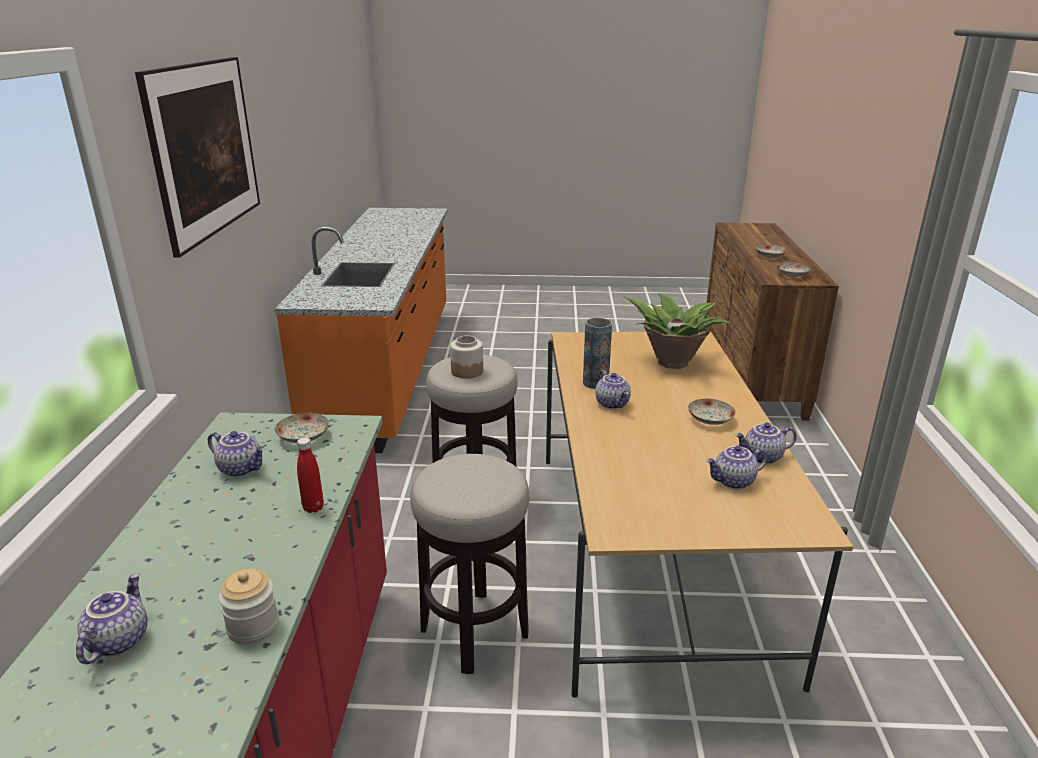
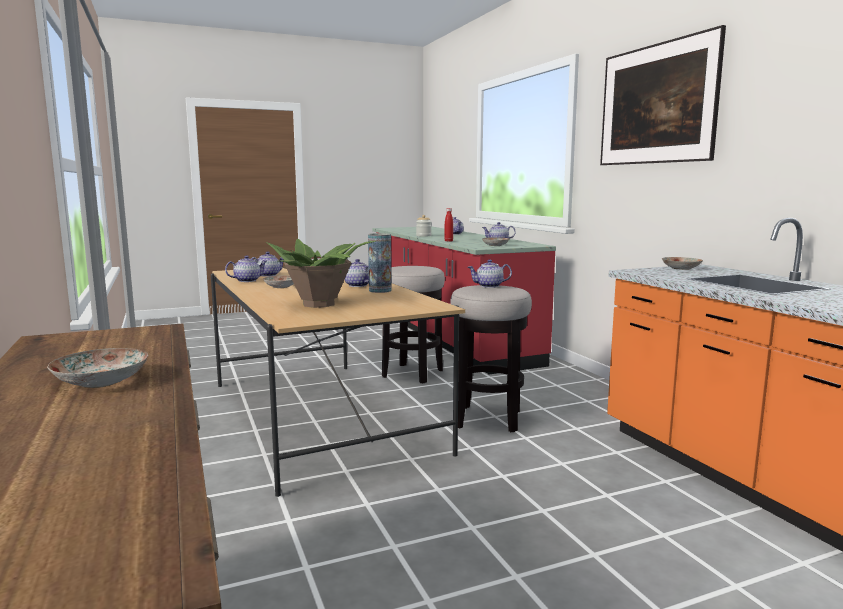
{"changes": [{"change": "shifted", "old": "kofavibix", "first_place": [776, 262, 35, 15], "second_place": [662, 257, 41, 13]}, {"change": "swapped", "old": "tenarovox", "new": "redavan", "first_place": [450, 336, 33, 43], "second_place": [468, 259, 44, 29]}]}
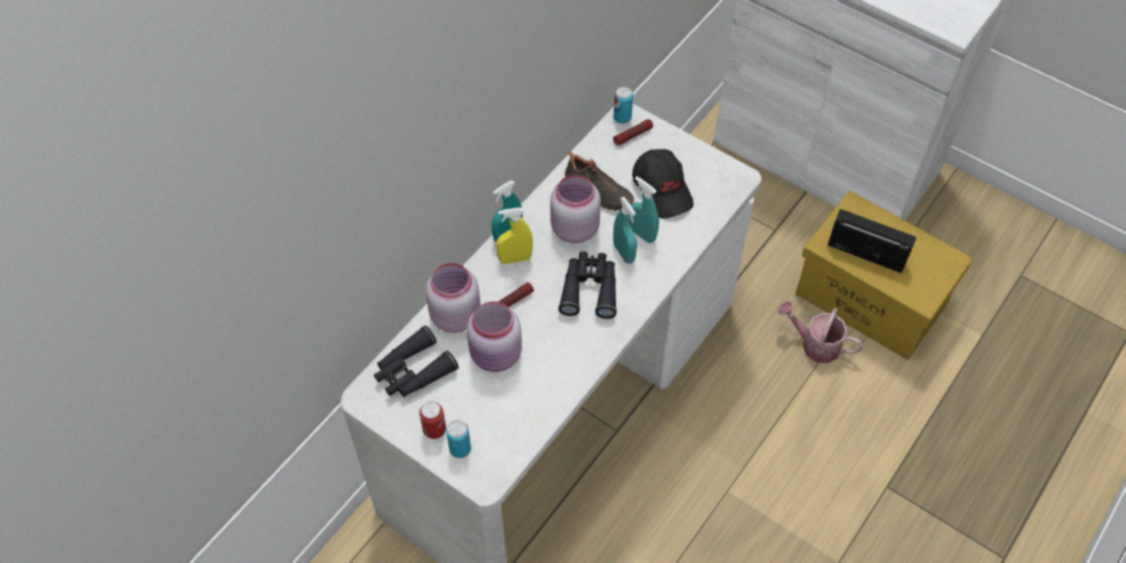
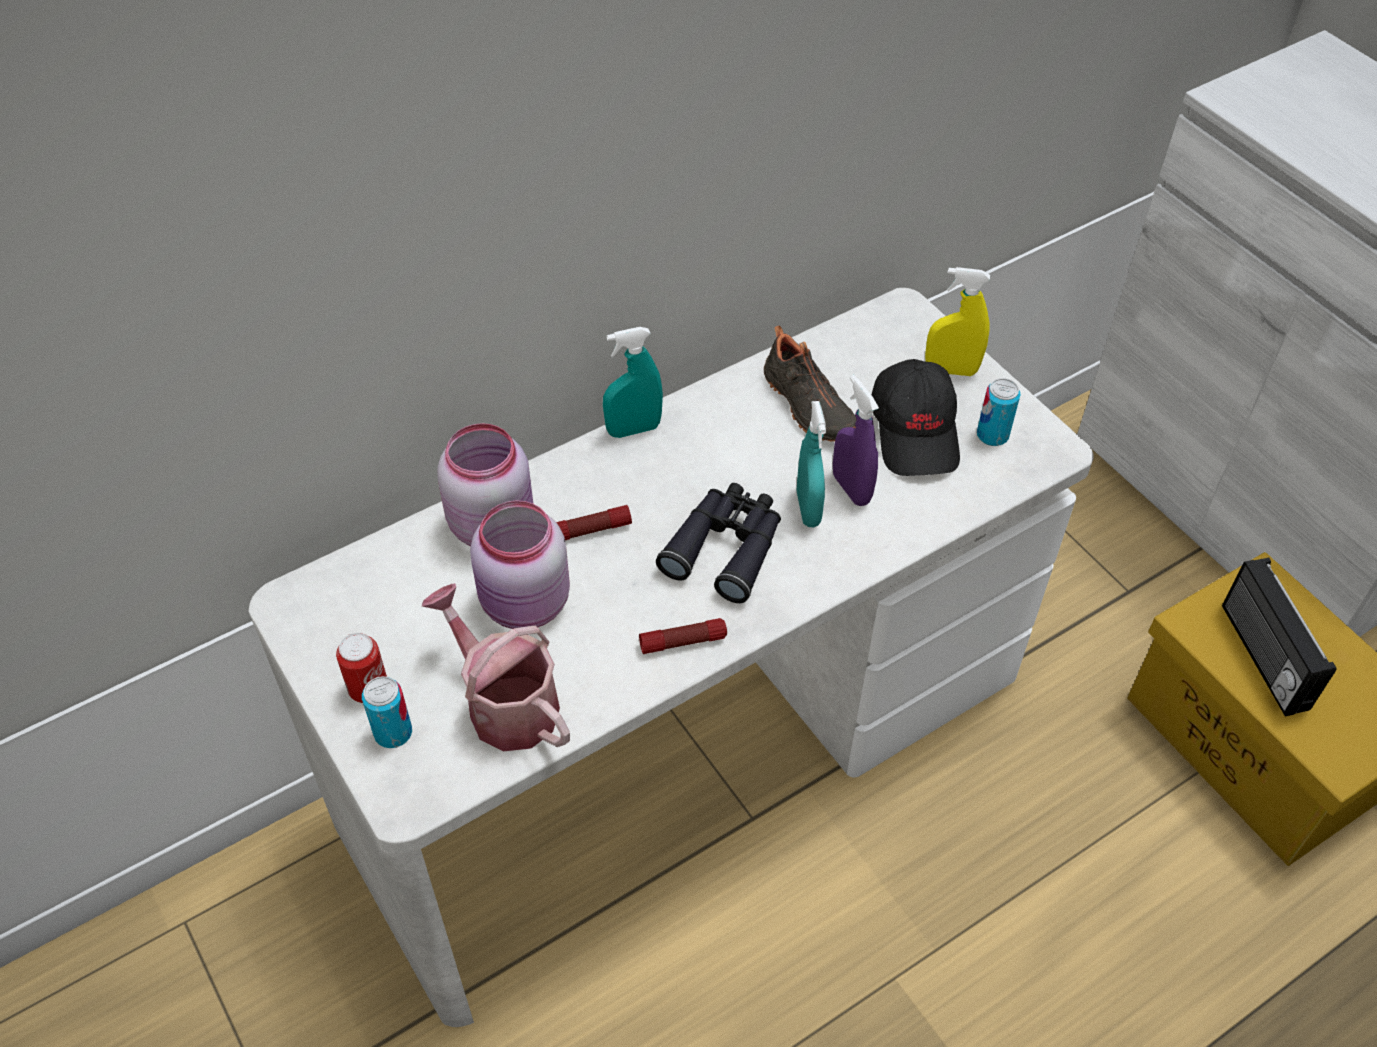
{"changes": [{"change": "gone", "old": "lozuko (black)", "first_place": [374, 325, 85, 72]}, {"change": "gone", "old": "tenarovox (pink)", "first_place": [550, 174, 51, 69]}, {"change": "shifted", "old": "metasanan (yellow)", "first_place": [496, 207, 37, 57], "second_place": [925, 267, 65, 109]}, {"change": "shifted", "old": "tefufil", "first_place": [613, 119, 40, 27], "second_place": [639, 618, 88, 36]}, {"change": "shifted", "old": "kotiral", "first_place": [614, 86, 19, 38], "second_place": [977, 378, 44, 68]}, {"change": "shifted", "old": "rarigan", "first_place": [777, 301, 87, 62], "second_place": [422, 583, 148, 168]}, {"change": "repainted", "old": "metasanan (turquoise)", "new": "metasanan (purple)", "first_place": [629, 176, 30, 67], "second_place": [833, 375, 46, 131]}, {"change": "rotated", "old": "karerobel", "first_place": [828, 209, 88, 64], "second_place": [1222, 558, 114, 158], "degrees": -150}]}
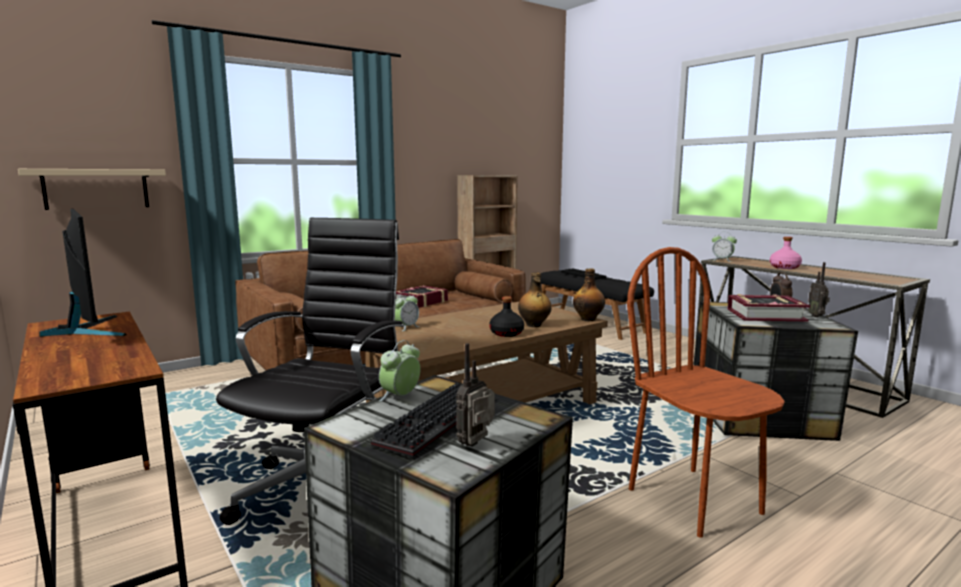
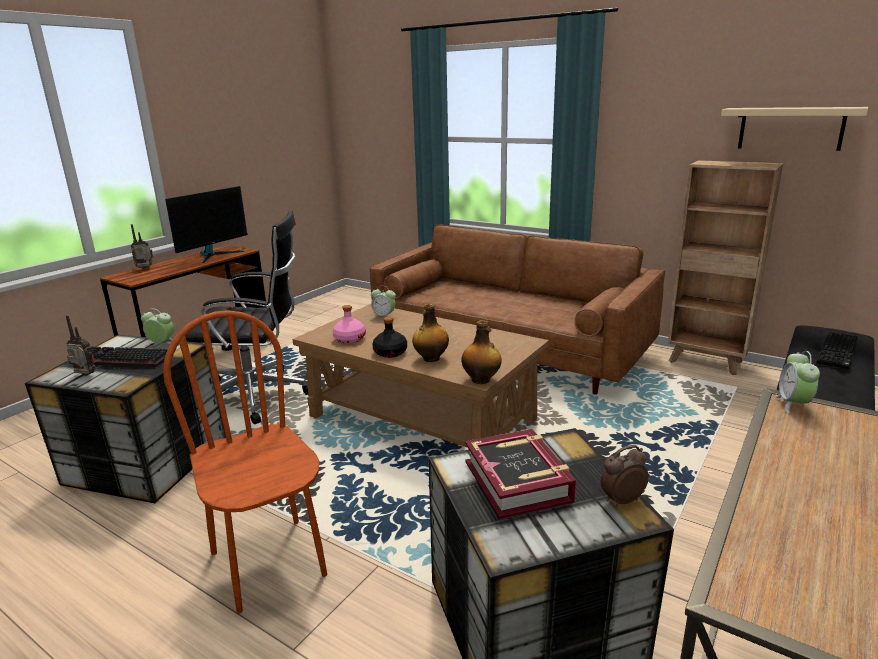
{"changes": [{"change": "gone", "old": "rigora", "first_place": [396, 285, 52, 23]}, {"change": "shifted", "old": "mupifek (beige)", "first_place": [18, 169, 148, 41], "second_place": [721, 107, 147, 44]}, {"change": "shifted", "old": "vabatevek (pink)", "first_place": [770, 237, 32, 32], "second_place": [333, 305, 33, 39]}, {"change": "shifted", "old": "karerobel", "first_place": [808, 262, 22, 55], "second_place": [131, 224, 23, 45]}, {"change": "rotated", "old": "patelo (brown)", "first_place": [627, 247, 158, 291], "second_place": [163, 310, 164, 304], "degrees": -75}]}
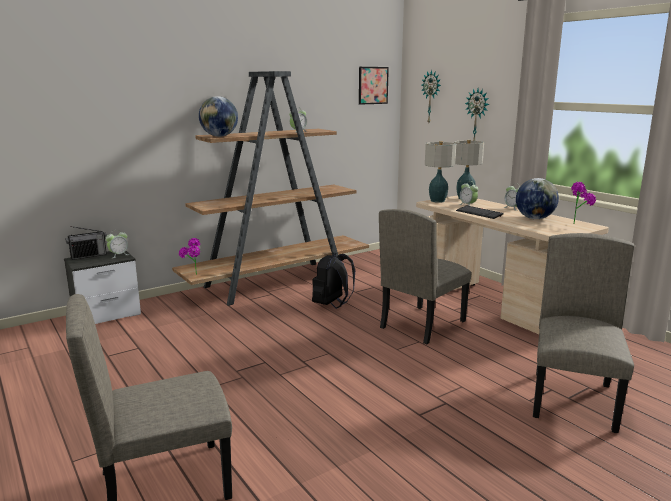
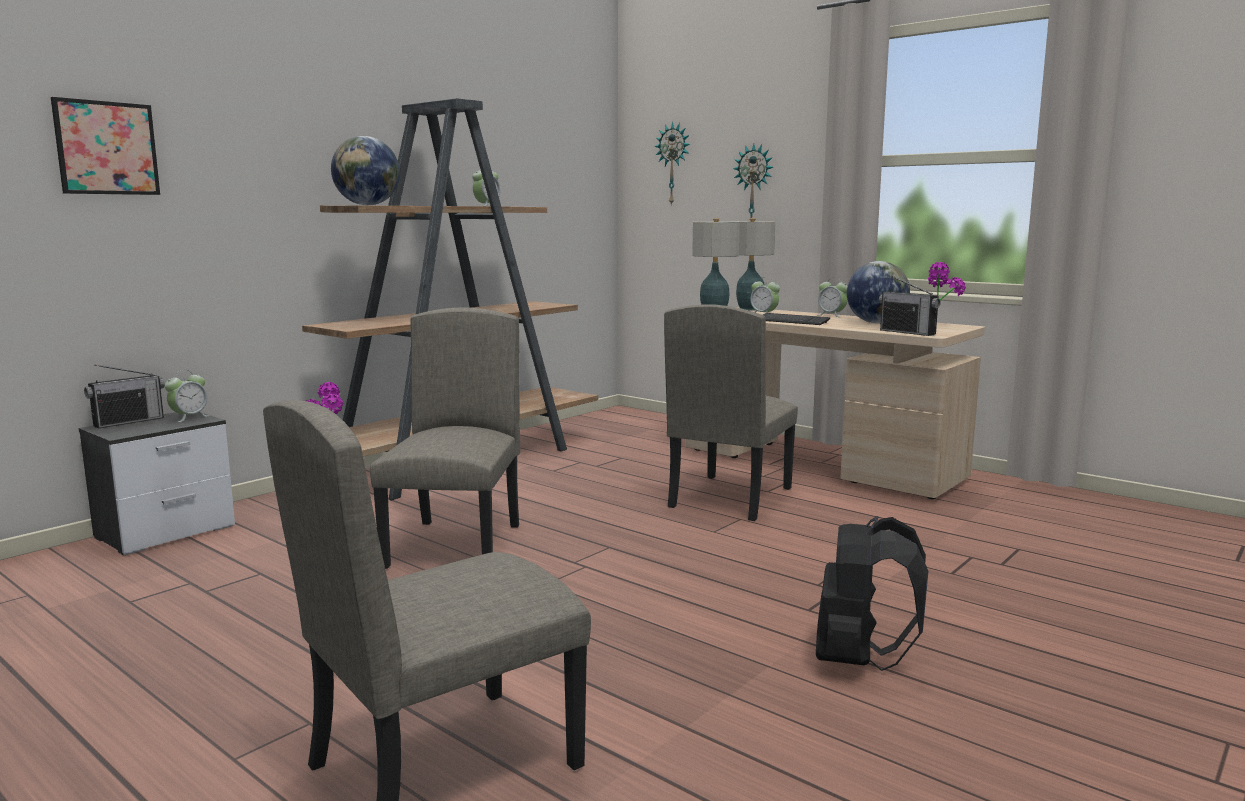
{"changes": [{"change": "new", "new": "karerobel", "second_place": [879, 276, 62, 60]}, {"change": "shifted", "old": "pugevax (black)", "first_place": [312, 253, 43, 56], "second_place": [816, 516, 112, 155]}, {"change": "shifted", "old": "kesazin", "first_place": [359, 67, 30, 38], "second_place": [51, 97, 109, 98]}, {"change": "shifted", "old": "patelo (beige)", "first_place": [533, 233, 101, 200], "second_place": [370, 307, 150, 262]}]}
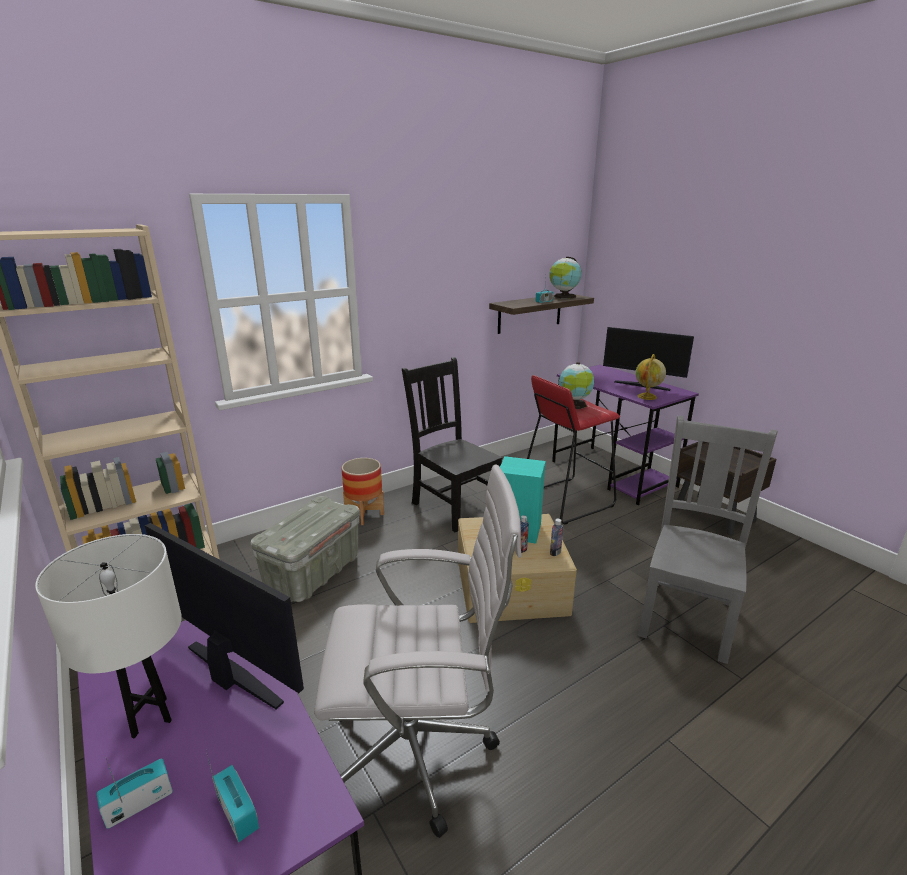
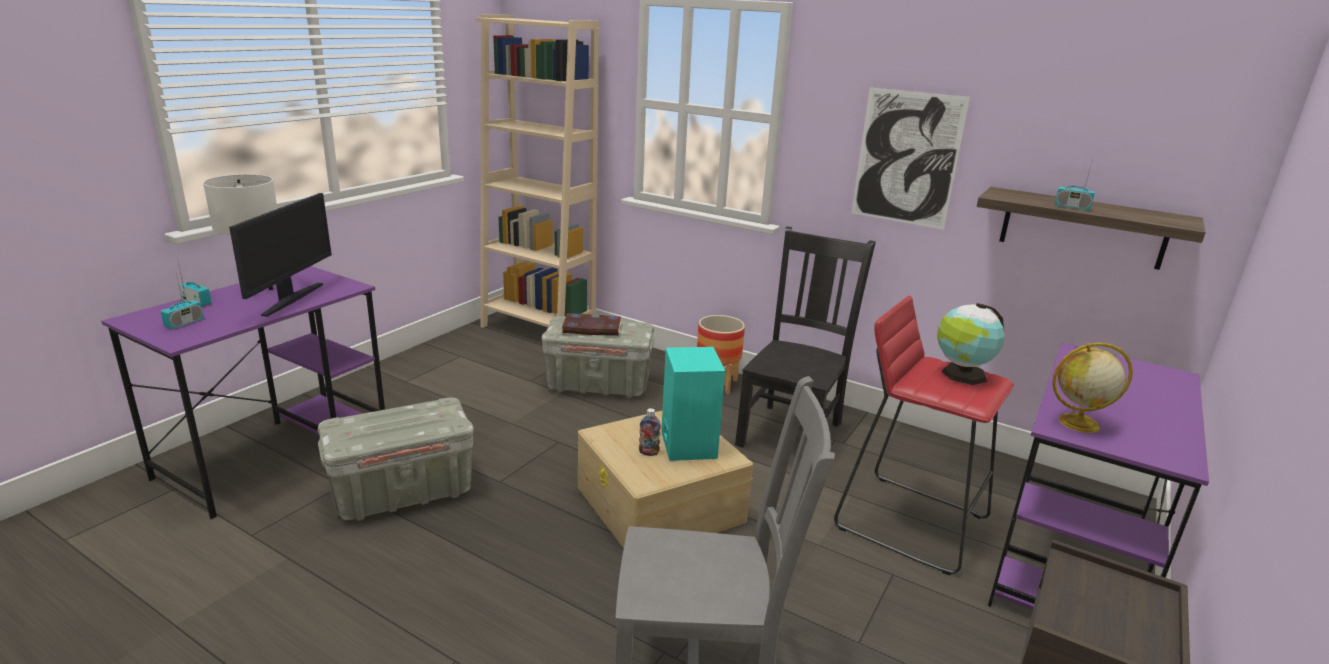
{"changes": [{"change": "gone", "old": "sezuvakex", "first_place": [549, 257, 33, 42]}, {"change": "gone", "old": "vabatevek", "first_place": [550, 519, 13, 37]}, {"change": "gone", "old": "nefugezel", "first_place": [603, 327, 91, 64]}, {"change": "new", "new": "rigora", "second_place": [561, 313, 61, 23]}, {"change": "new", "new": "kesazin", "second_place": [852, 87, 118, 143]}, {"change": "swapped", "old": "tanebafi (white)", "new": "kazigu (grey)", "first_place": [314, 465, 208, 373], "second_place": [318, 398, 156, 123]}]}
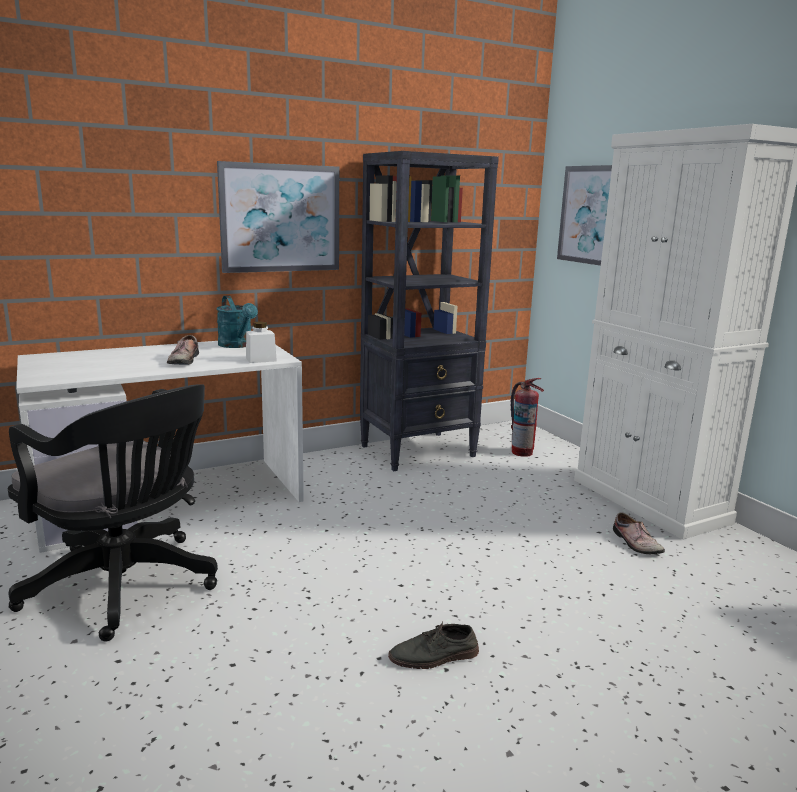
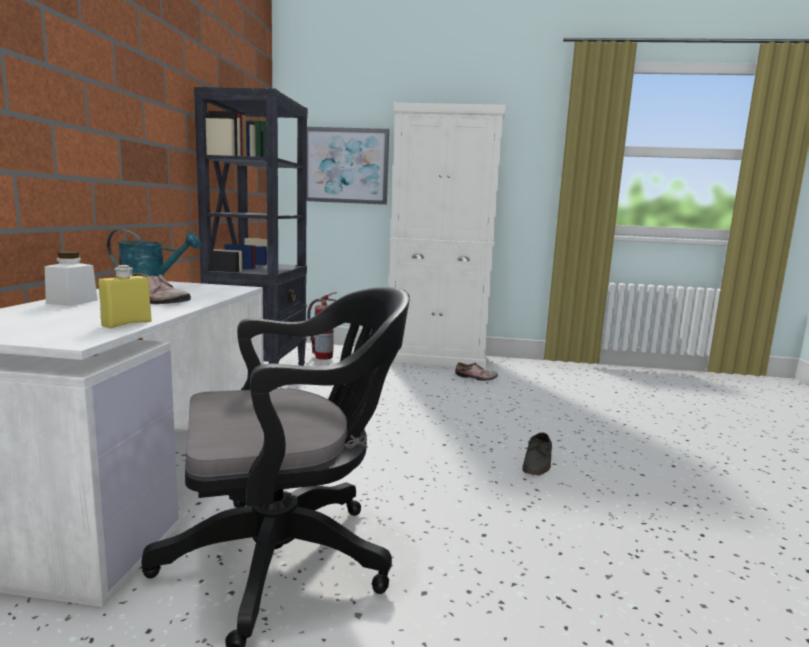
{"changes": [{"change": "gone", "old": "kesazin", "first_place": [217, 161, 122, 112]}, {"change": "new", "new": "vabatevek (yellow)", "second_place": [98, 265, 53, 63]}, {"change": "shifted", "old": "tenarovox (white)", "first_place": [246, 322, 31, 41], "second_place": [45, 252, 53, 54]}]}
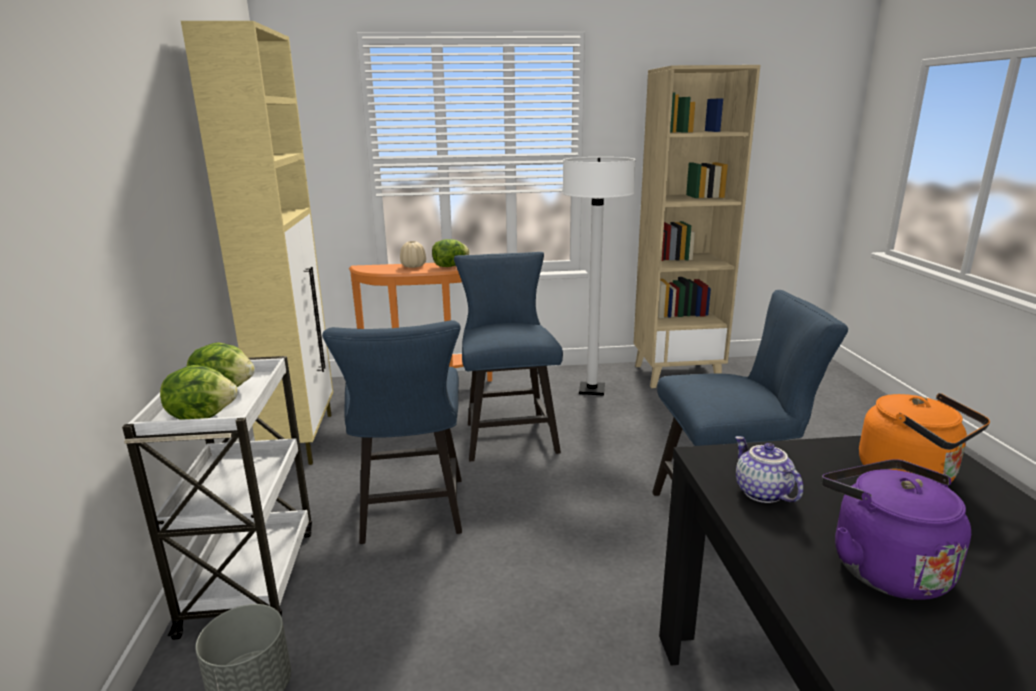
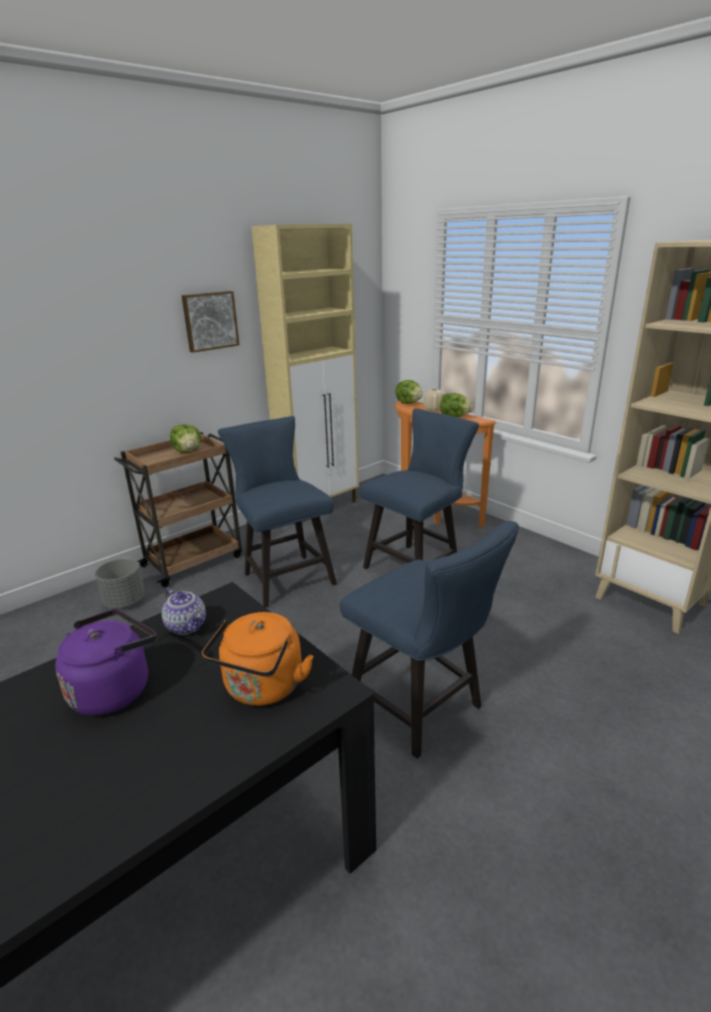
{"changes": [{"change": "gone", "old": "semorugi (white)", "first_place": [562, 157, 74, 239]}, {"change": "new", "new": "kesazin", "second_place": [182, 291, 57, 62]}, {"change": "shifted", "old": "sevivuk", "first_place": [160, 365, 77, 55], "second_place": [395, 380, 28, 24]}, {"change": "repainted", "old": "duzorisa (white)", "new": "duzorisa (brown)", "first_place": [122, 356, 190, 284], "second_place": [114, 432, 128, 155]}, {"change": "rotated", "old": "patelo (blue)", "first_place": [322, 320, 140, 224], "second_place": [218, 416, 119, 192], "degrees": 105}, {"change": "rotated", "old": "redavan", "first_place": [735, 436, 68, 67], "second_place": [162, 588, 44, 47], "degrees": 105}]}
